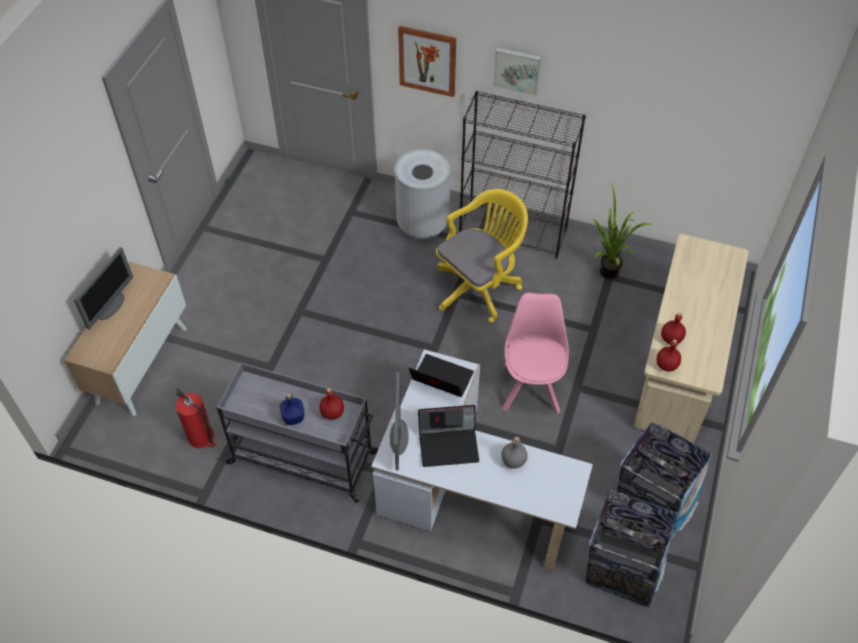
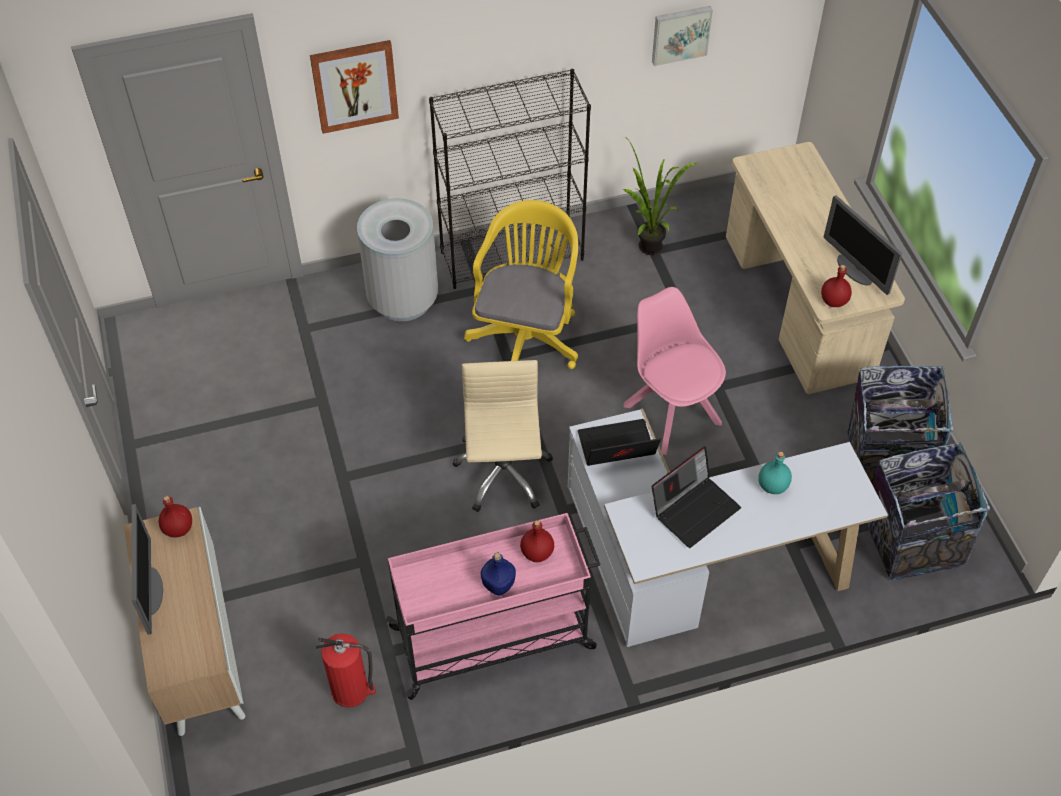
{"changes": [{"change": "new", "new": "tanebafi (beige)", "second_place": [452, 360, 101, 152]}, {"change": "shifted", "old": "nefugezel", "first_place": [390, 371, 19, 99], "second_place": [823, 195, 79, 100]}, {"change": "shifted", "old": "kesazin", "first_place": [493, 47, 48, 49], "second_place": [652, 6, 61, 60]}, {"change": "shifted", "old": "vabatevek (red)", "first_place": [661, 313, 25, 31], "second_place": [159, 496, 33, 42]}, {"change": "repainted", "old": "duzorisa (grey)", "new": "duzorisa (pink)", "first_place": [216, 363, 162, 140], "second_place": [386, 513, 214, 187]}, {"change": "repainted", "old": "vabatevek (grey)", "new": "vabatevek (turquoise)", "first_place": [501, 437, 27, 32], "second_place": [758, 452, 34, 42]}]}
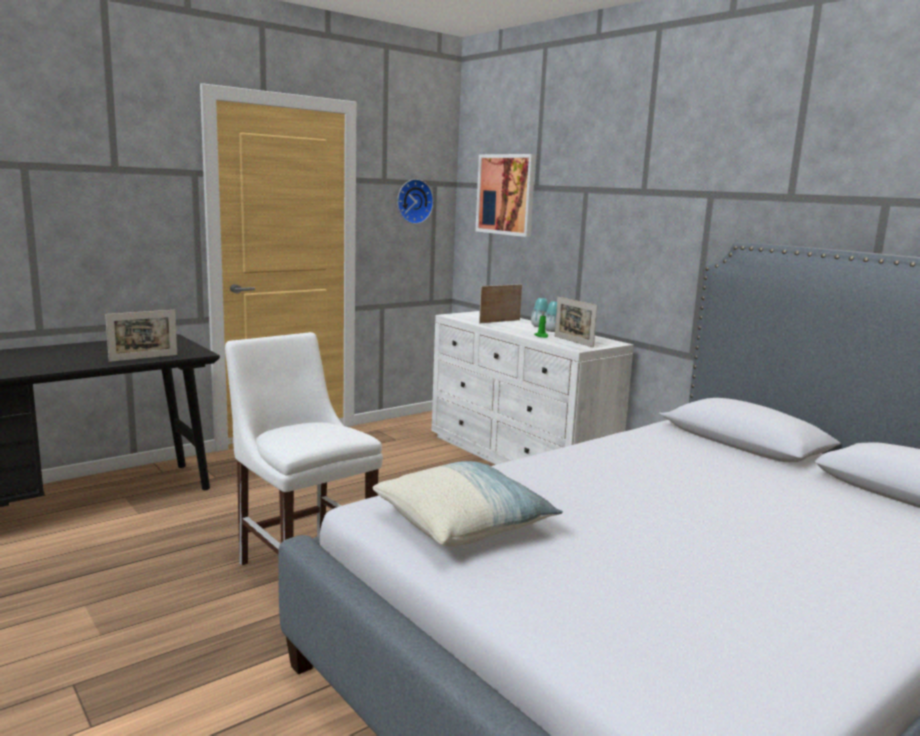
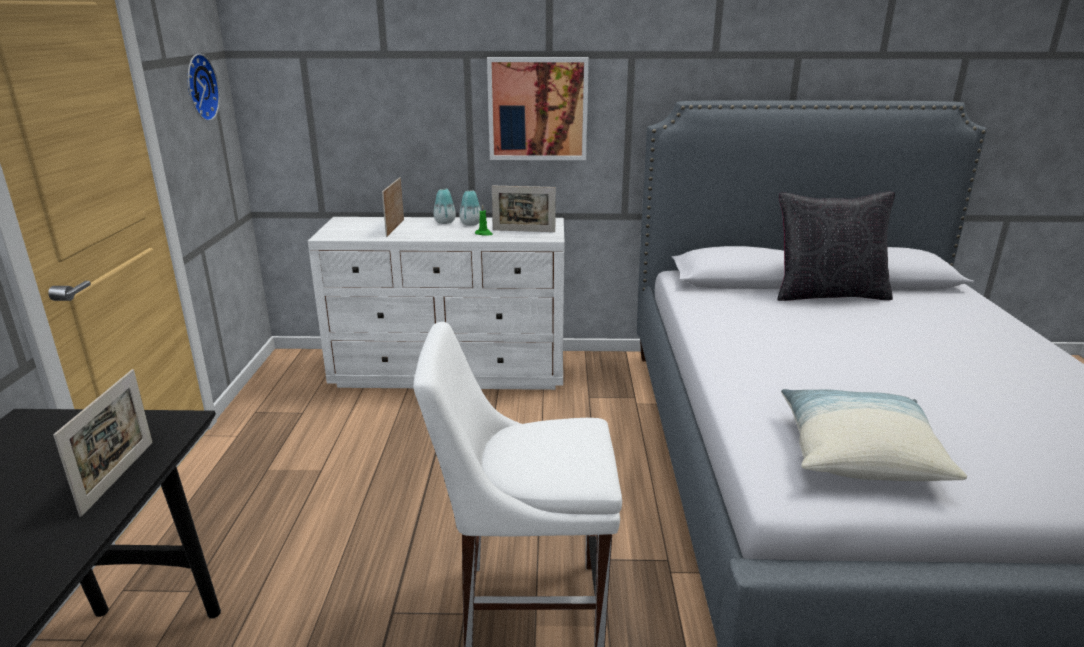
{"changes": [{"change": "new", "new": "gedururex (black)", "second_place": [777, 192, 118, 109]}, {"change": "shifted", "old": "kesazin", "first_place": [475, 154, 61, 83], "second_place": [487, 57, 102, 103]}]}
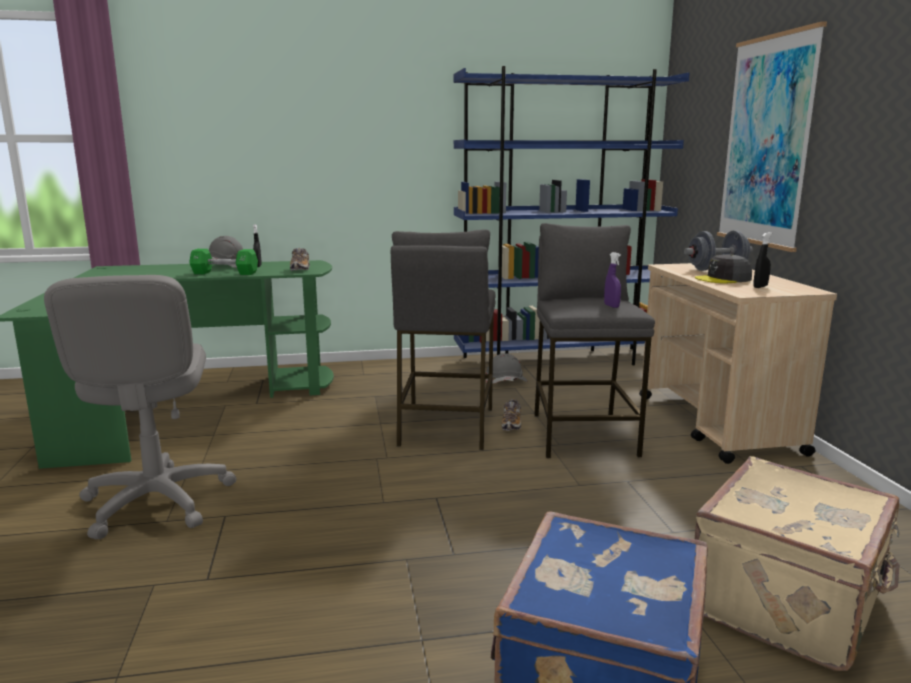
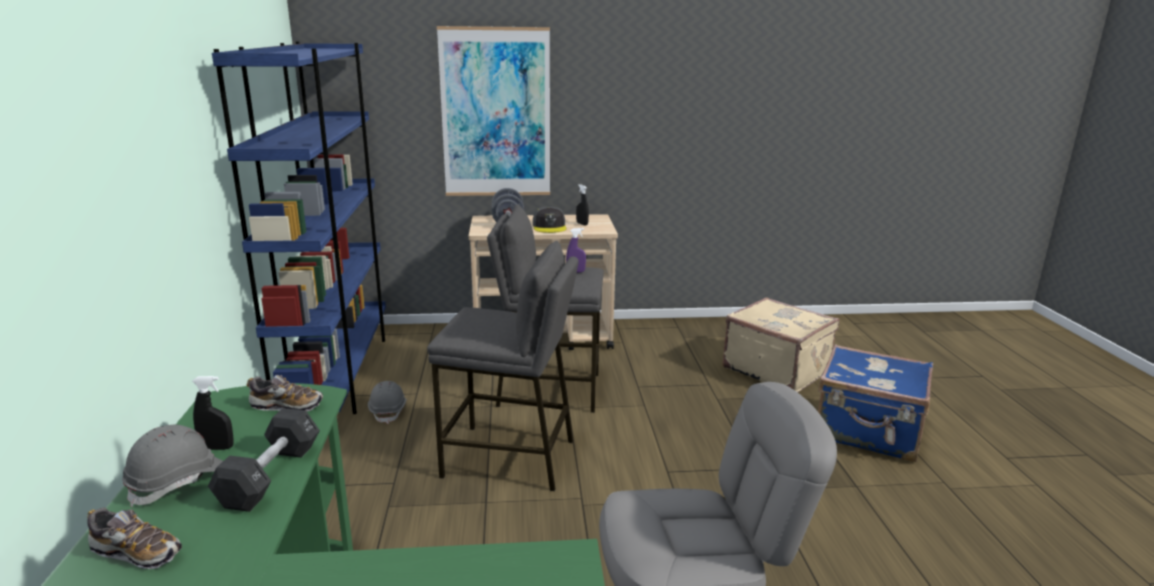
{"changes": [{"change": "shifted", "old": "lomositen", "first_place": [502, 399, 19, 32], "second_place": [87, 508, 95, 61]}, {"change": "repainted", "old": "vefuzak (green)", "new": "vefuzak (black)", "first_place": [189, 249, 69, 26], "second_place": [208, 408, 112, 104]}]}
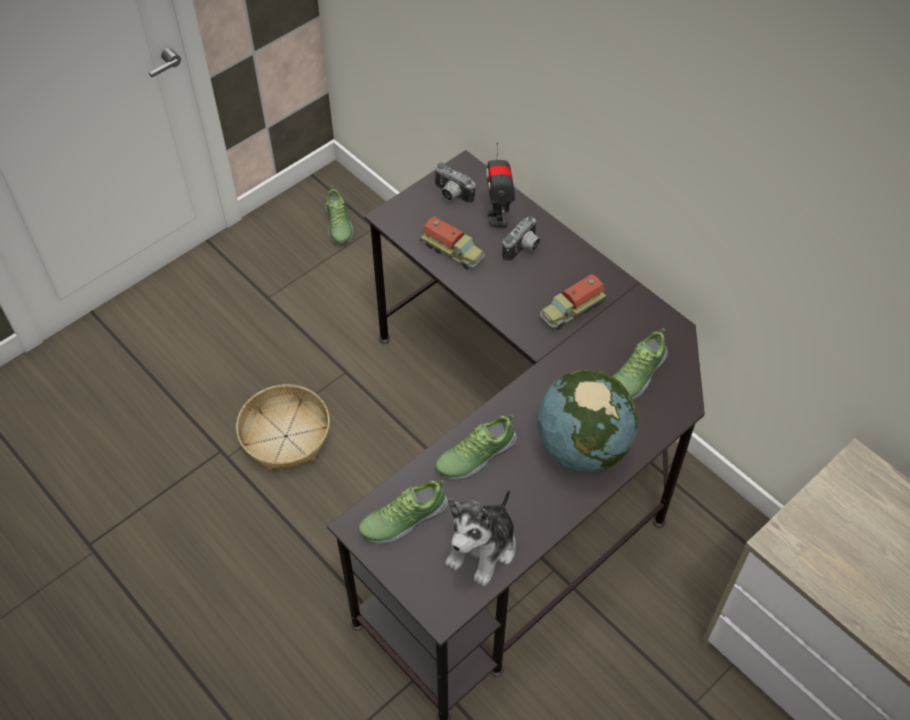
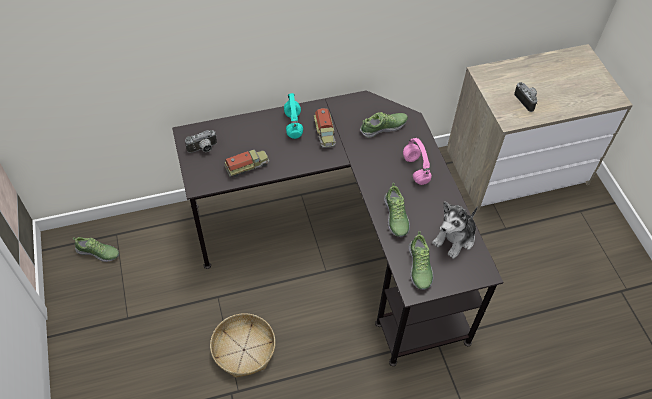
{"changes": [{"change": "gone", "old": "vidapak", "first_place": [486, 143, 29, 85]}, {"change": "new", "new": "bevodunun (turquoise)", "second_place": [284, 93, 19, 46]}, {"change": "shifted", "old": "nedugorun", "first_place": [502, 216, 39, 46], "second_place": [514, 82, 24, 30]}, {"change": "swapped", "old": "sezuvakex", "new": "bevodunun (pink)", "first_place": [537, 370, 102, 102], "second_place": [403, 138, 29, 47]}, {"change": "rotated", "old": "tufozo", "first_place": [445, 488, 71, 98], "second_place": [432, 201, 46, 58], "degrees": 75}, {"change": "rotated", "old": "lomositen", "first_place": [612, 328, 56, 72], "second_place": [360, 112, 48, 26], "degrees": -90}]}
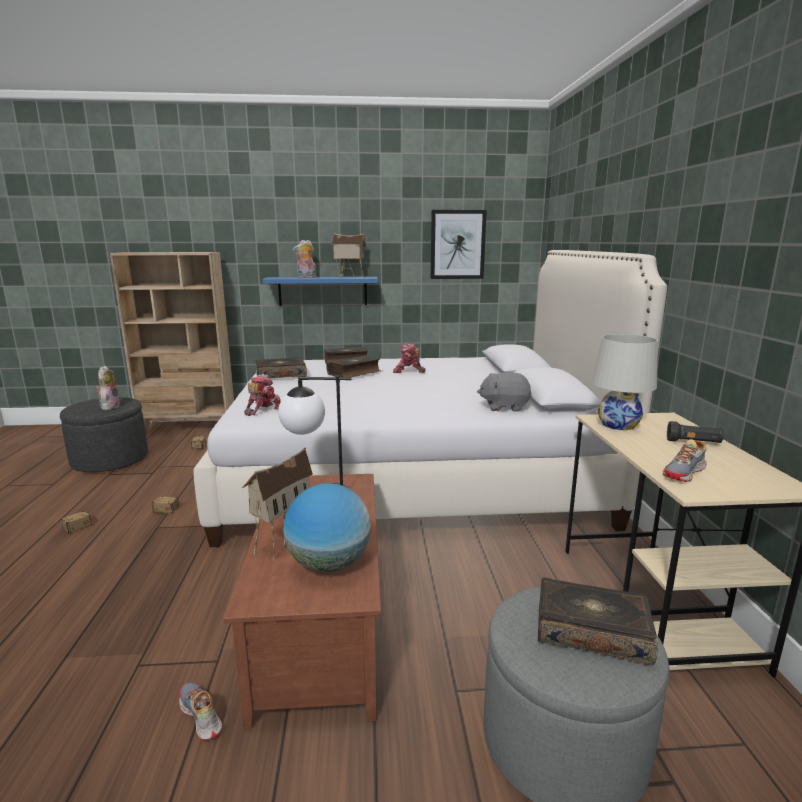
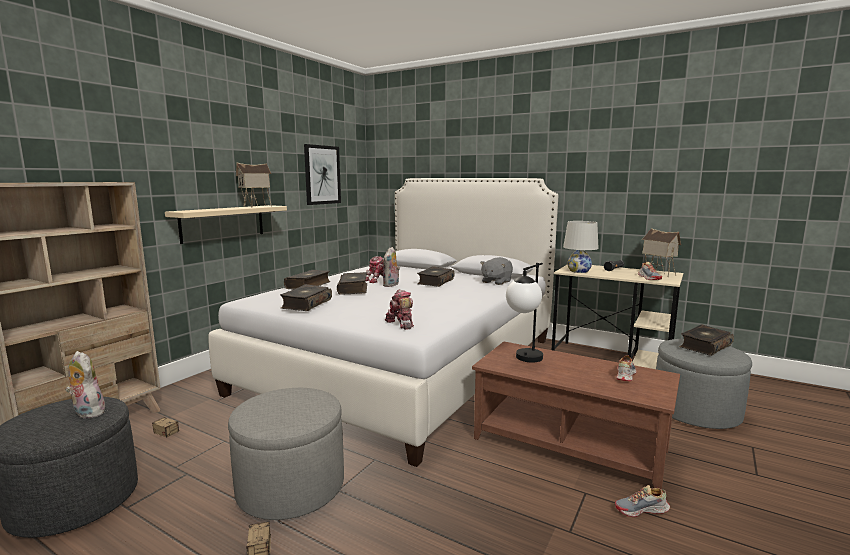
{"changes": [{"change": "new", "new": "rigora", "second_place": [417, 266, 38, 21]}, {"change": "shifted", "old": "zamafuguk", "first_place": [242, 447, 71, 114], "second_place": [642, 228, 39, 49]}, {"change": "shifted", "old": "tufozo", "first_place": [293, 240, 23, 38], "second_place": [383, 247, 17, 40]}, {"change": "swapped", "old": "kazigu", "new": "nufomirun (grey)", "first_place": [121, 477, 58, 37], "second_place": [228, 388, 116, 132]}, {"change": "swapped", "old": "sezuvakex", "new": "lomositen", "first_place": [283, 483, 88, 89], "second_place": [616, 355, 21, 26]}, {"change": "repainted", "old": "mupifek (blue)", "new": "mupifek (beige)", "first_place": [262, 277, 116, 29], "second_place": [165, 205, 122, 39]}]}
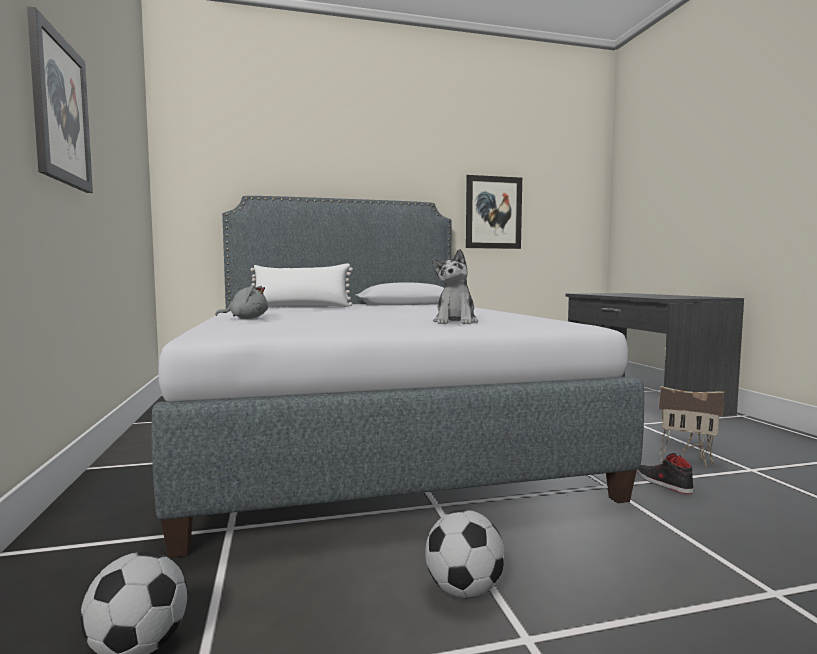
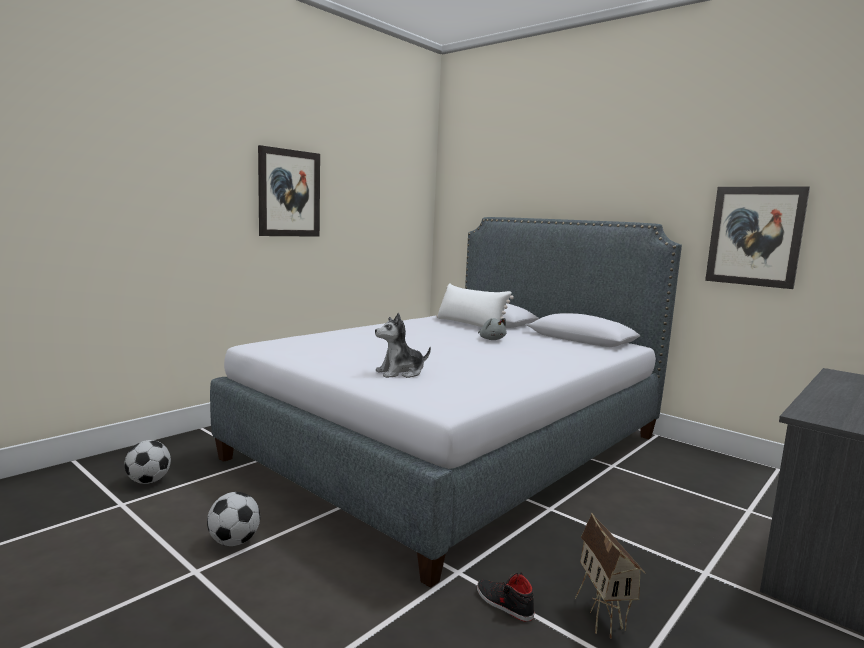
{"changes": [{"change": "shifted", "old": "tufozo (grey)", "first_place": [215, 285, 53, 34], "second_place": [478, 318, 29, 22]}, {"change": "rotated", "old": "lomositen (black)", "first_place": [636, 453, 58, 41], "second_place": [477, 572, 58, 50], "degrees": -75}]}
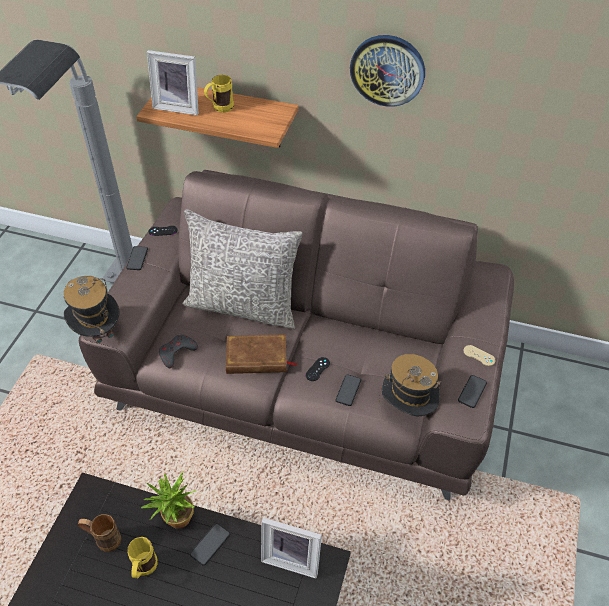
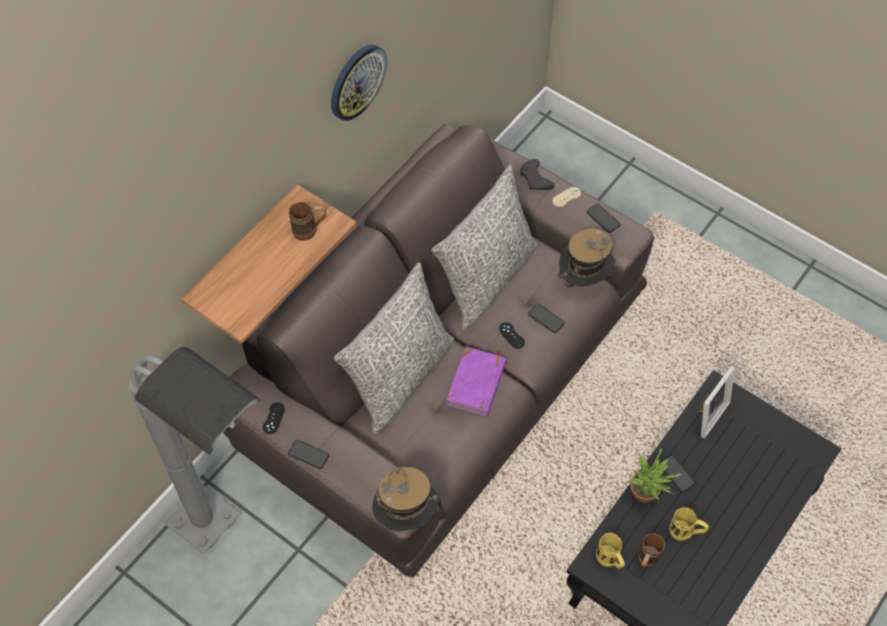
{"changes": [{"change": "gone", "old": "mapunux", "first_place": [147, 50, 52, 65]}, {"change": "new", "new": "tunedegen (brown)", "second_place": [289, 201, 37, 40]}, {"change": "new", "new": "gedururex (grey)", "second_place": [431, 165, 107, 165]}, {"change": "shifted", "old": "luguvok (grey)", "first_place": [159, 335, 39, 33], "second_place": [520, 159, 34, 31]}, {"change": "shifted", "old": "tunedegen (yellow)", "first_place": [204, 75, 30, 38], "second_place": [596, 533, 29, 35]}, {"change": "repainted", "old": "rigora (brown)", "new": "rigora (purple)", "first_place": [226, 334, 72, 40], "second_place": [446, 347, 61, 70]}]}
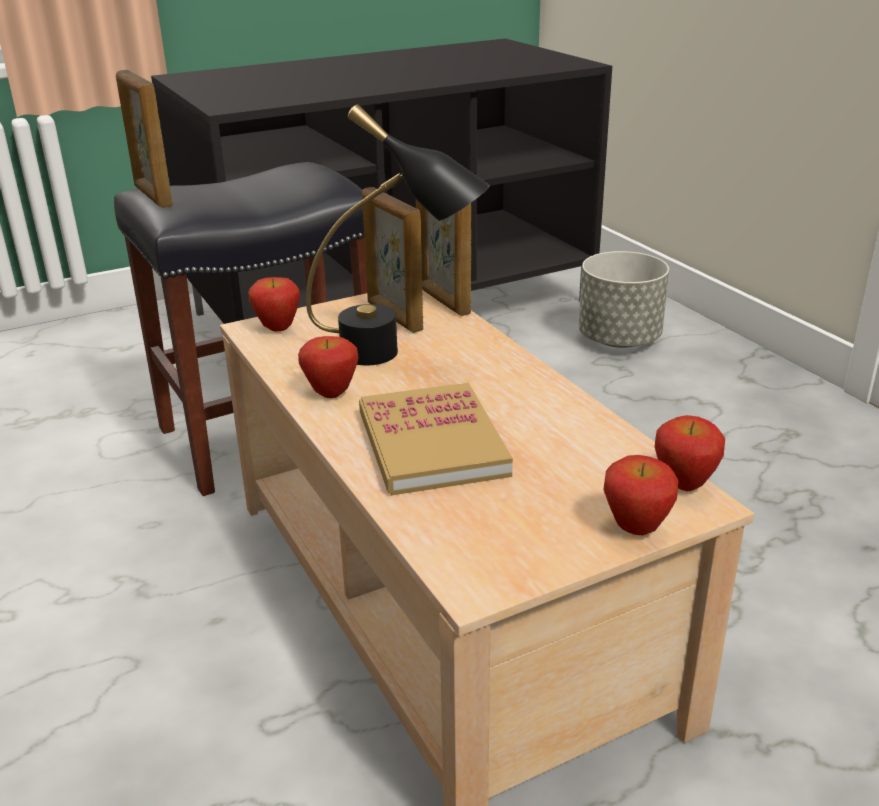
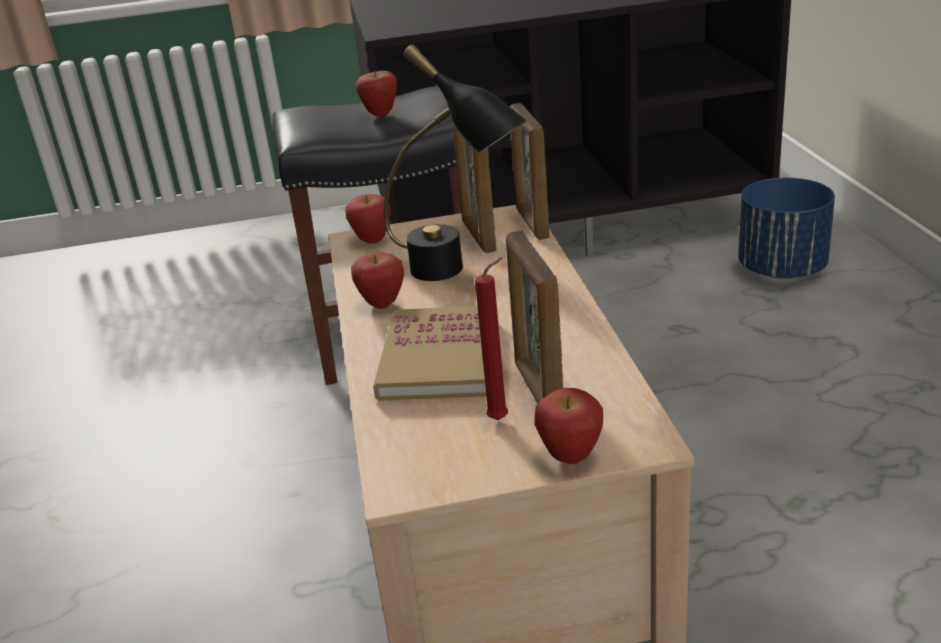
{"changes": [{"change": "new", "new": "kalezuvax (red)", "second_place": [475, 257, 33, 163]}, {"change": "shifted", "old": "mapunux", "first_place": [116, 70, 57, 138], "second_place": [506, 231, 57, 173]}, {"change": "shifted", "old": "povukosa", "first_place": [655, 415, 70, 76], "second_place": [356, 70, 41, 47]}, {"change": "repainted", "old": "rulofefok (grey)", "new": "rulofefok (blue)", "first_place": [579, 251, 90, 97], "second_place": [738, 178, 97, 101]}]}
